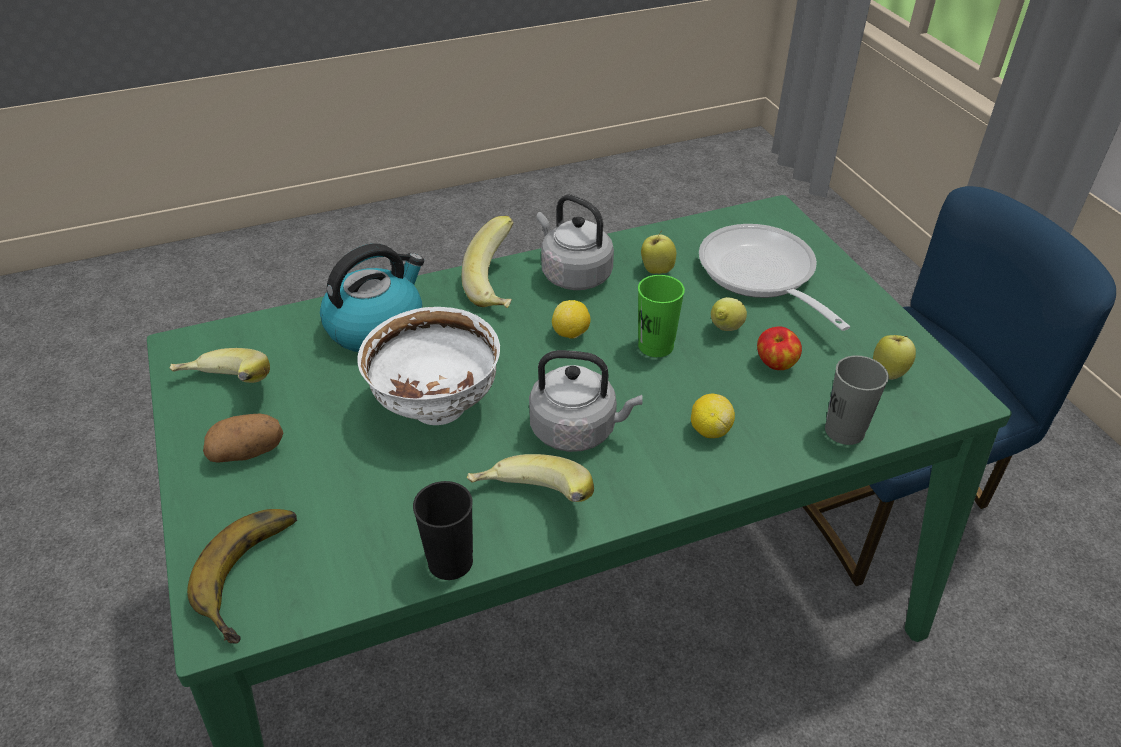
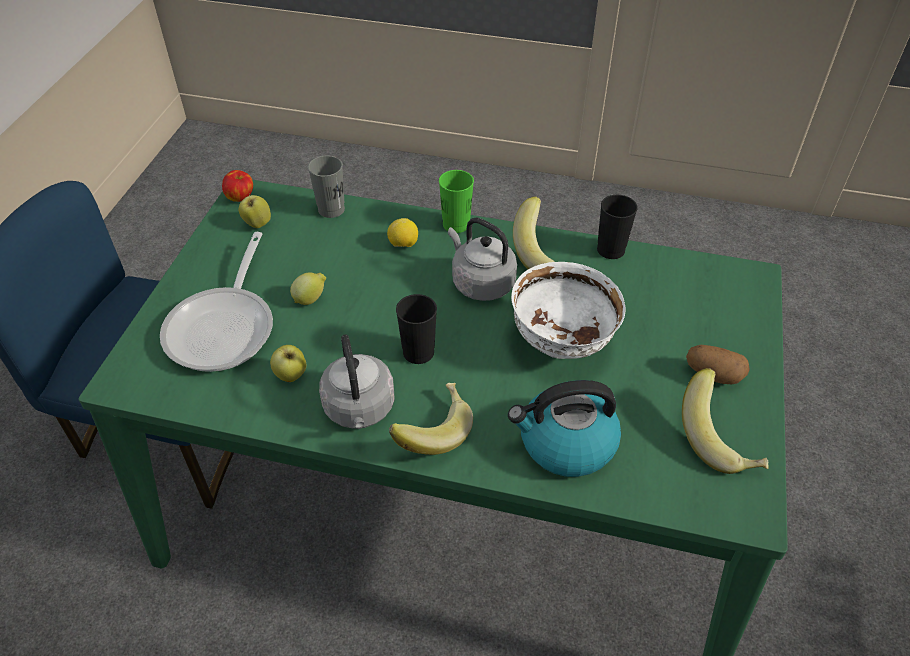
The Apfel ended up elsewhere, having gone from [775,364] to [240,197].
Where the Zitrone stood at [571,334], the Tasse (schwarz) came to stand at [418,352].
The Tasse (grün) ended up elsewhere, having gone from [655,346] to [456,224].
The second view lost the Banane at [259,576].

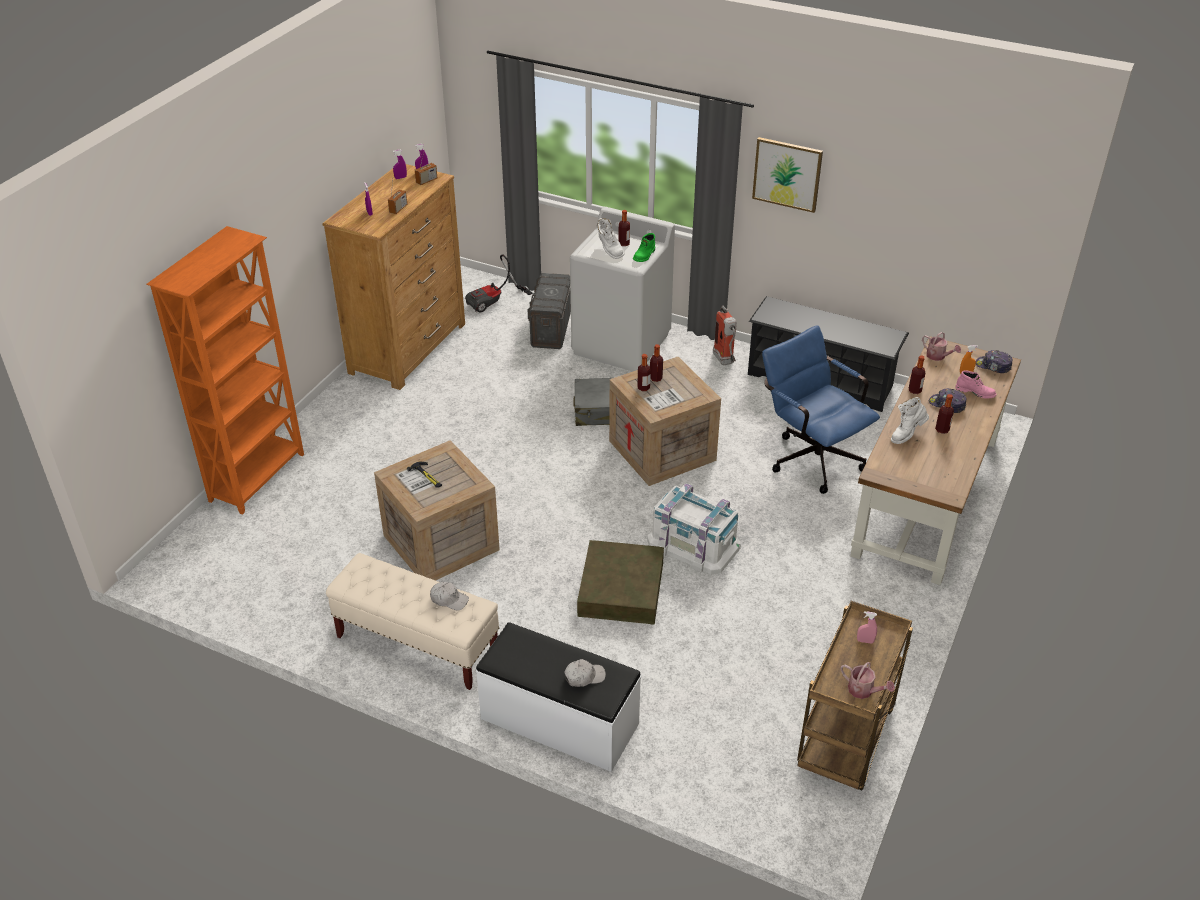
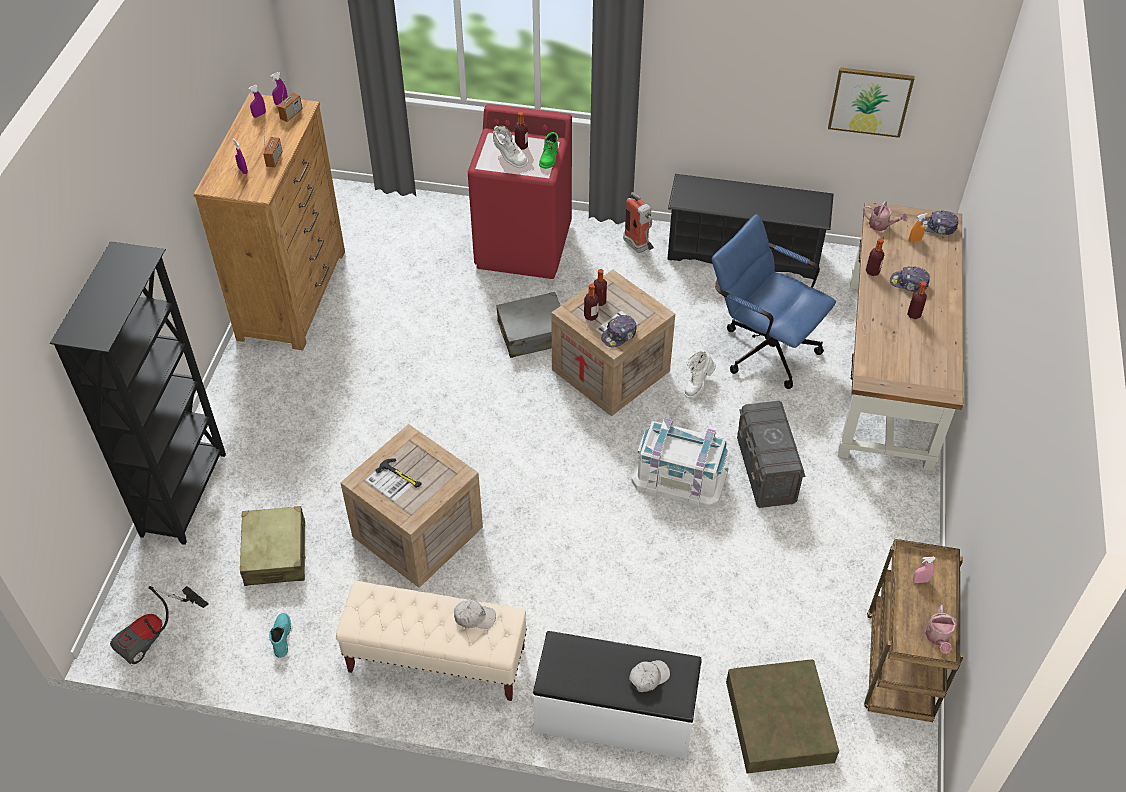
What was the Bücherregal (orange) at [259,477] turned into the Bücherregal (schwarz) at [185,493].
The Staubsauger ended up elsewhere, having gone from [495,302] to [156,635].
The second view gained the Koffer (beige) at [275,553].
The second view gained the Stiefel (türkis) at [281,636].
What was the Waschmaschine (weiß) at [621,344] turned into the Waschmaschine (rot) at [524,246].
The second view gained the Kappe at [619,335].
The Stiefel (weiß) ended up elsewhere, having gone from [907,434] to [697,385].
The Aufbewahrungsbox (braun) ended up elsewhere, having gone from [621,589] to [779,721].
The Aufbewahrungsbox (grau) ended up elsewhere, having gone from [551,329] to [765,471].
The Bild ended up elsewhere, having gone from [787,174] to [870,101].
The Gießkanne at [864,691] ended up facing another way, 75 degrees clockwise from before.
The second view lost the Stiefel (rosa) at [975,392].

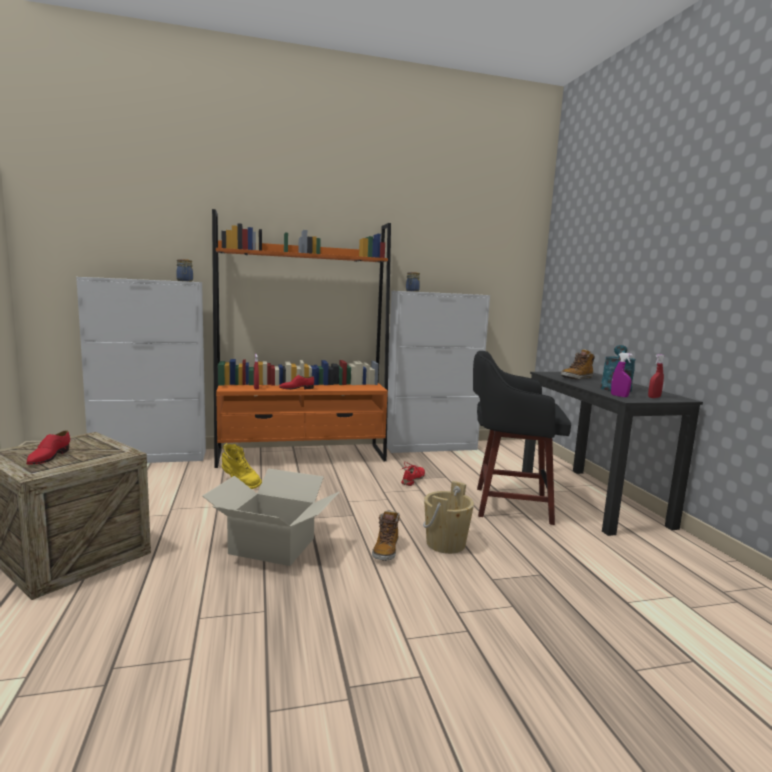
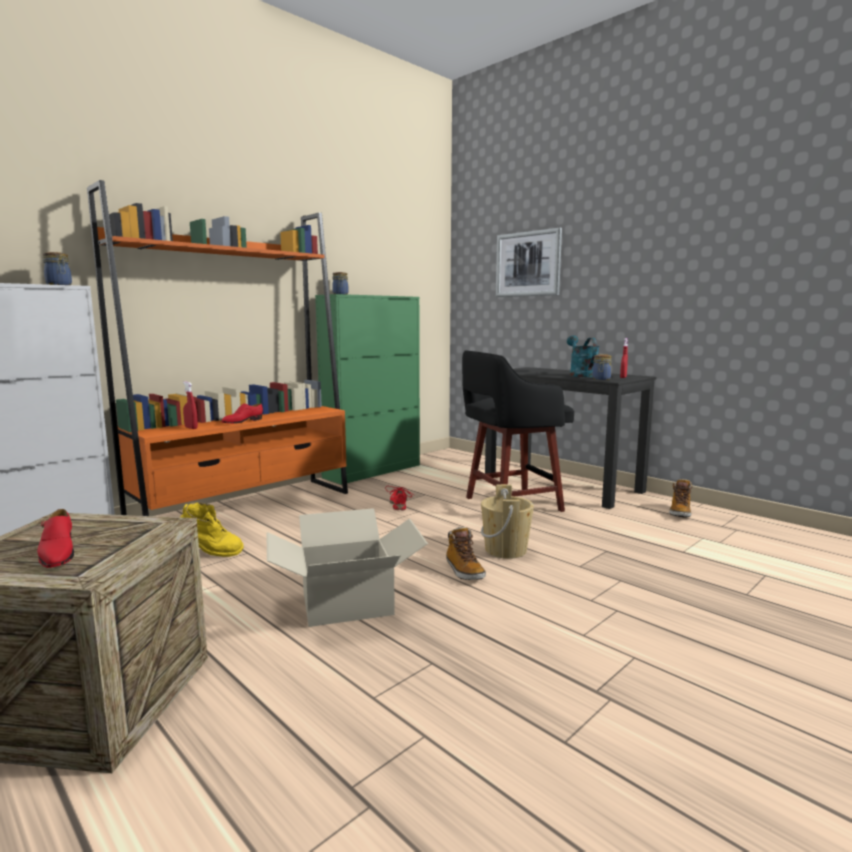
What was the Schrank (weiß) at [431,447] turned into the Schrank (grün) at [373,471].
The second view gained the Bild at [528,264].
Where the Sprühflasche (lila) stood at [619,396], the Vorratsglas came to stand at [601,379].
The Stiefel ended up elsewhere, having gone from [576,378] to [680,512].

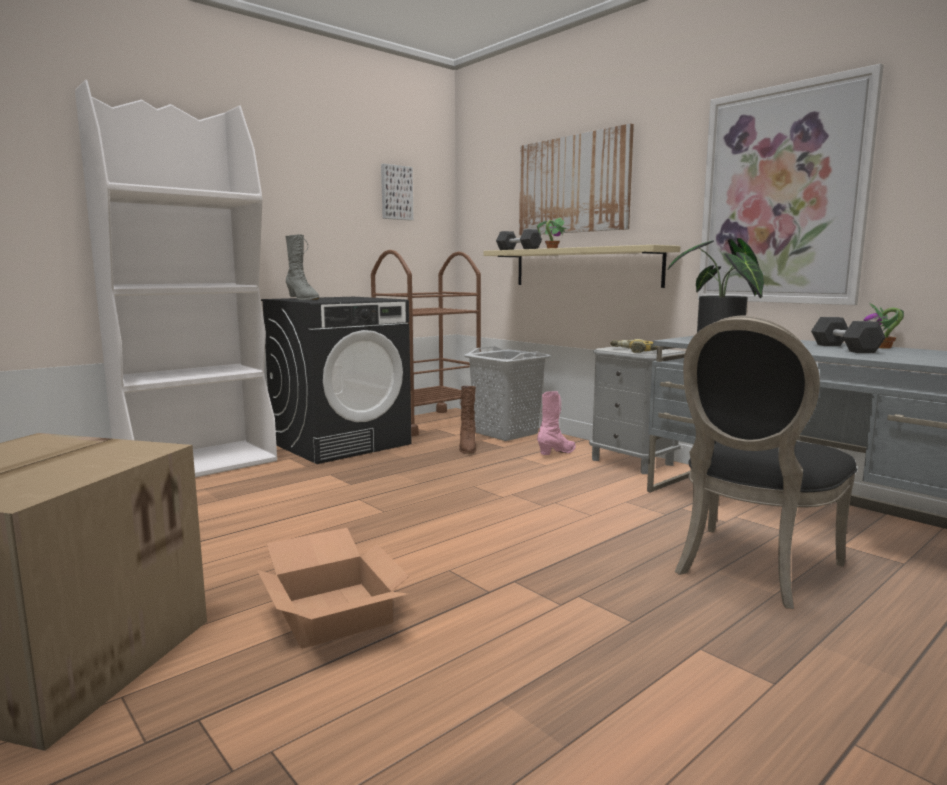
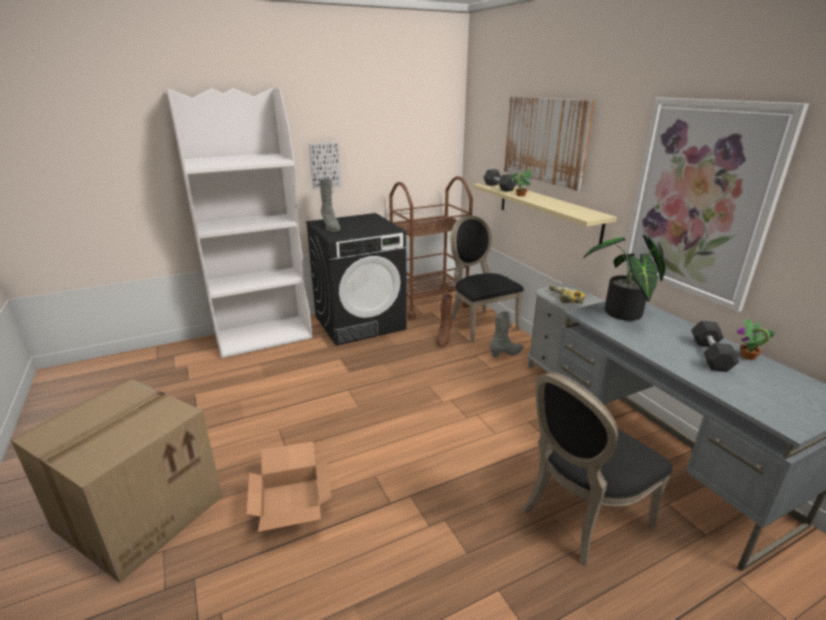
The Bild ended up elsewhere, having gone from [396,193] to [324,165].
Where the Wäschekorb (grau) stood at [506,433], the Stuhl (schwarz) came to stand at [479,323].
What was the Stiefel (rosa) at [557,453] turned into the Stiefel (grau) at [506,354].

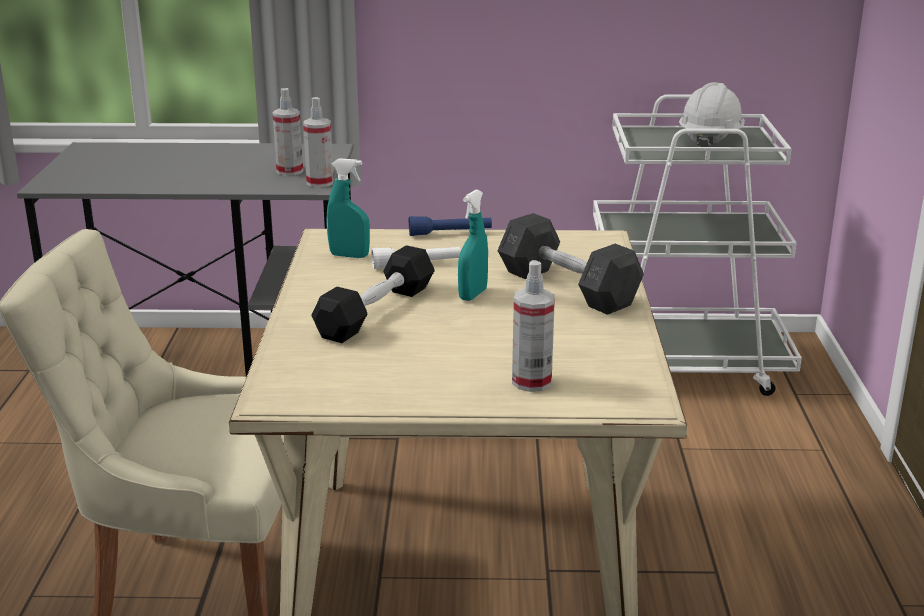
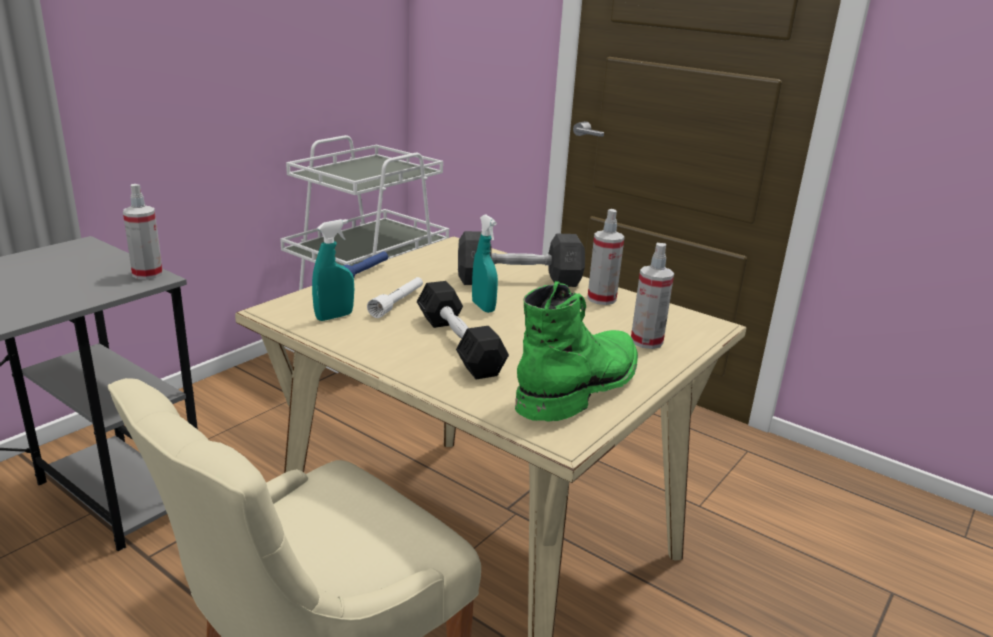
The second view gained the Stiefel (grün) at [581,386].
The Sprühflasche ended up elsewhere, having gone from [289,171] to [601,299].
The second view lost the Schutzhelm (weiß) at [710,139].

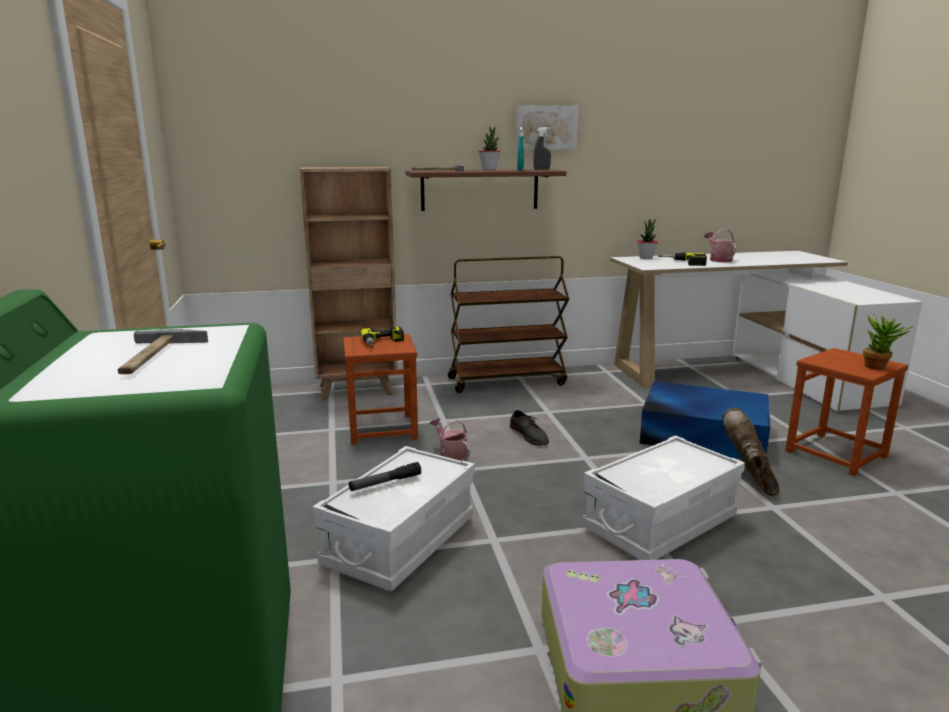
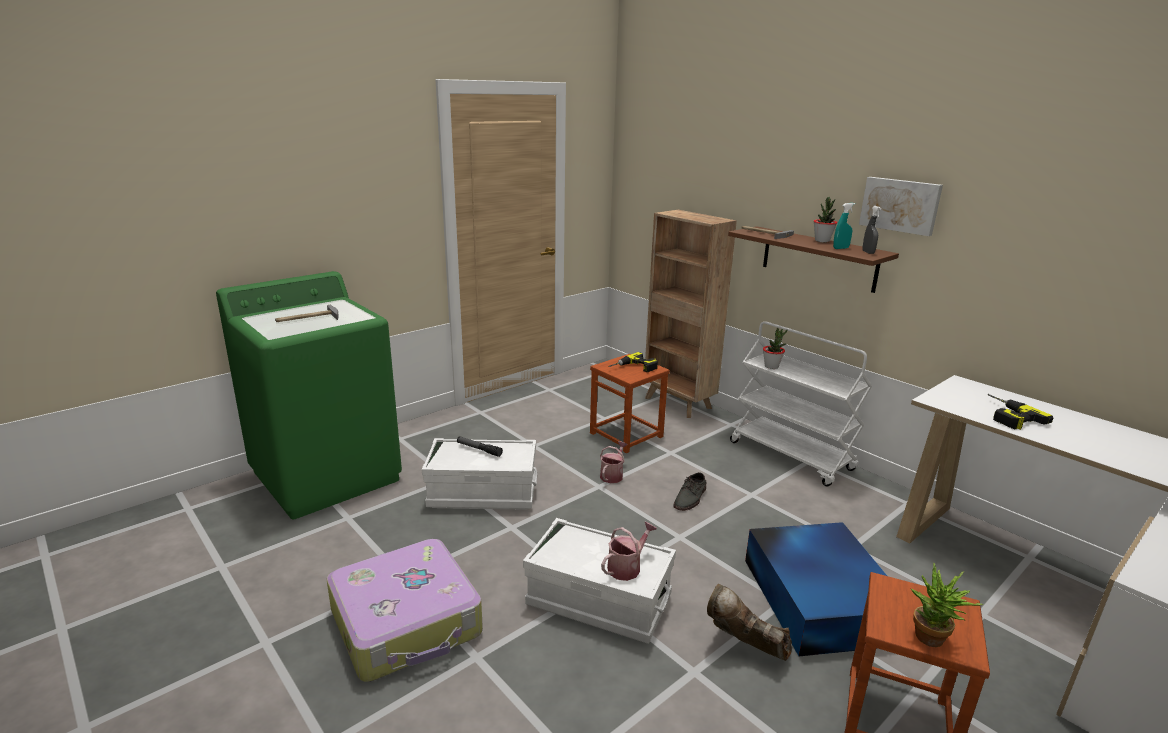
The Gießkanne ended up elsewhere, having gone from [718,260] to [627,567].
The Stiefel (braun) at [749,478] ended up facing another way, 120 degrees counterclockwise from before.
What was the Rollwagen (braun) at [507,381] turned into the Rollwagen (weiß) at [792,456].
The Topfpflanze ended up elsewhere, having gone from [646,258] to [771,366].

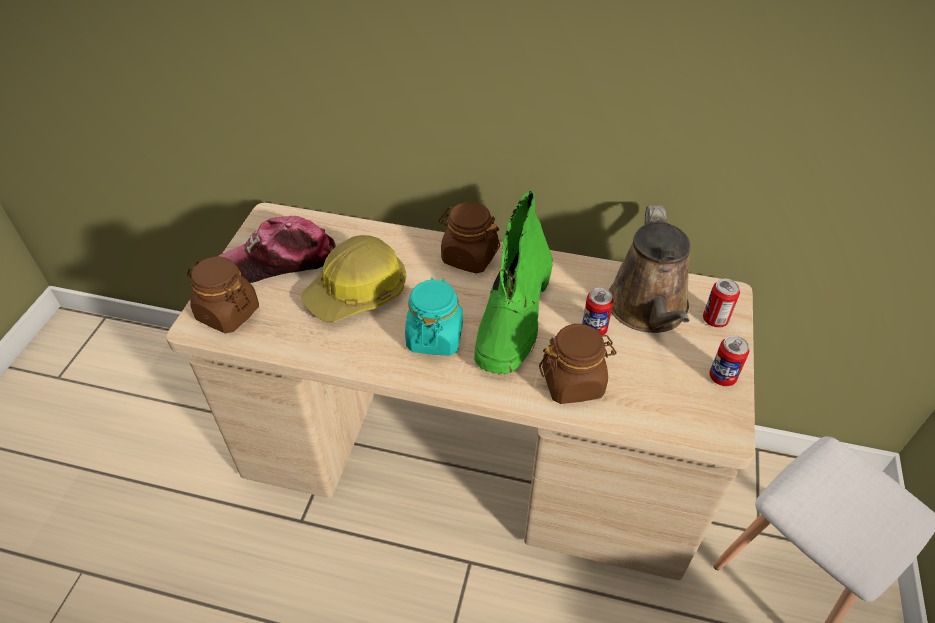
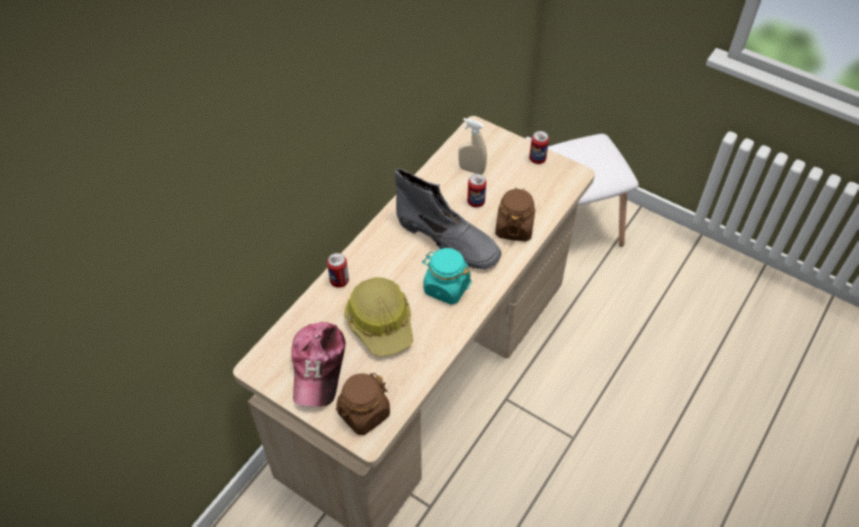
The Dose ended up elsewhere, having gone from [715,320] to [339,281].
What was the Stiefel (grün) at [513,318] turned into the Stiefel (grau) at [448,239].
Where the Gießkanne (braun) stood at [648,310], the Sprühflasche (beige) came to stand at [471,170].
The second view lost the Vorratsglas (braun) at [469,257].

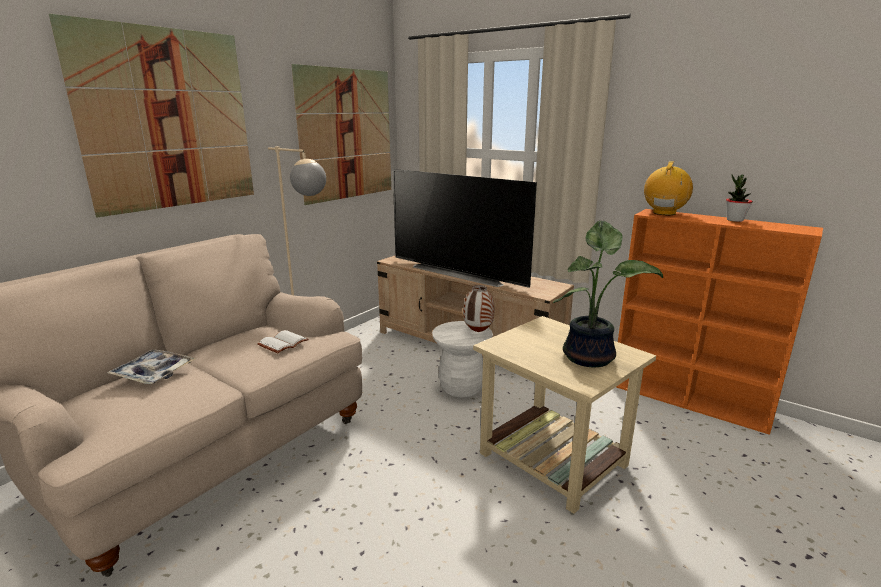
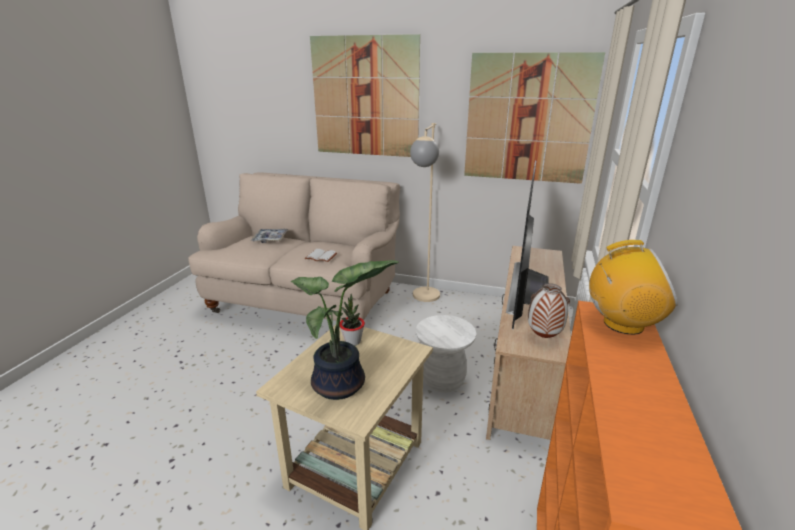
The Topfpflanze ended up elsewhere, having gone from [734,220] to [352,341].
The Vase ended up elsewhere, having gone from [478,332] to [543,337].

